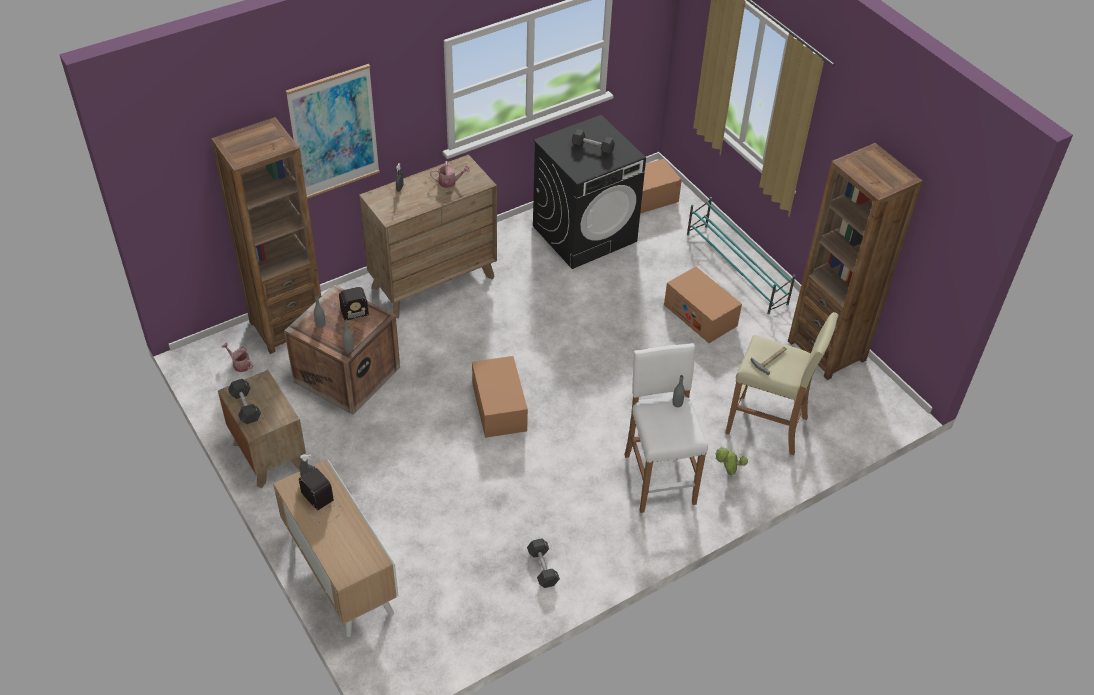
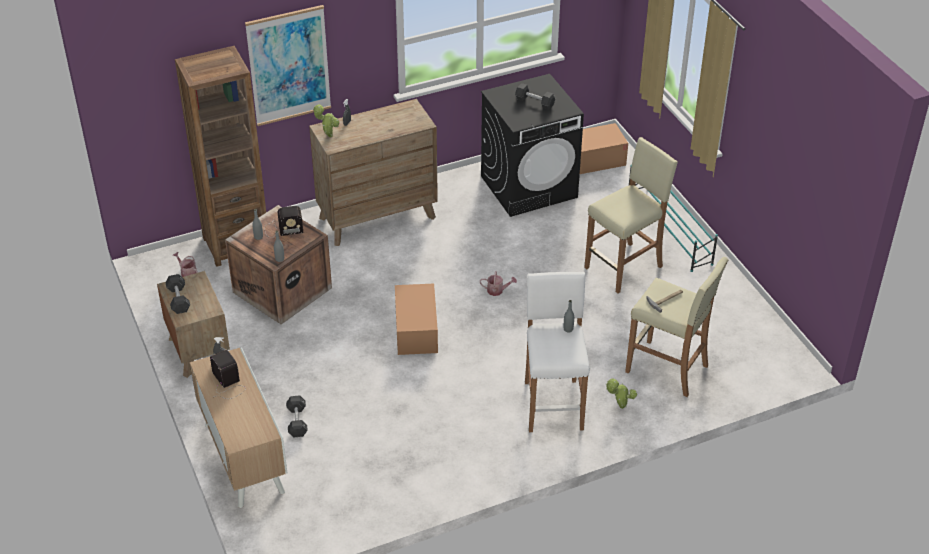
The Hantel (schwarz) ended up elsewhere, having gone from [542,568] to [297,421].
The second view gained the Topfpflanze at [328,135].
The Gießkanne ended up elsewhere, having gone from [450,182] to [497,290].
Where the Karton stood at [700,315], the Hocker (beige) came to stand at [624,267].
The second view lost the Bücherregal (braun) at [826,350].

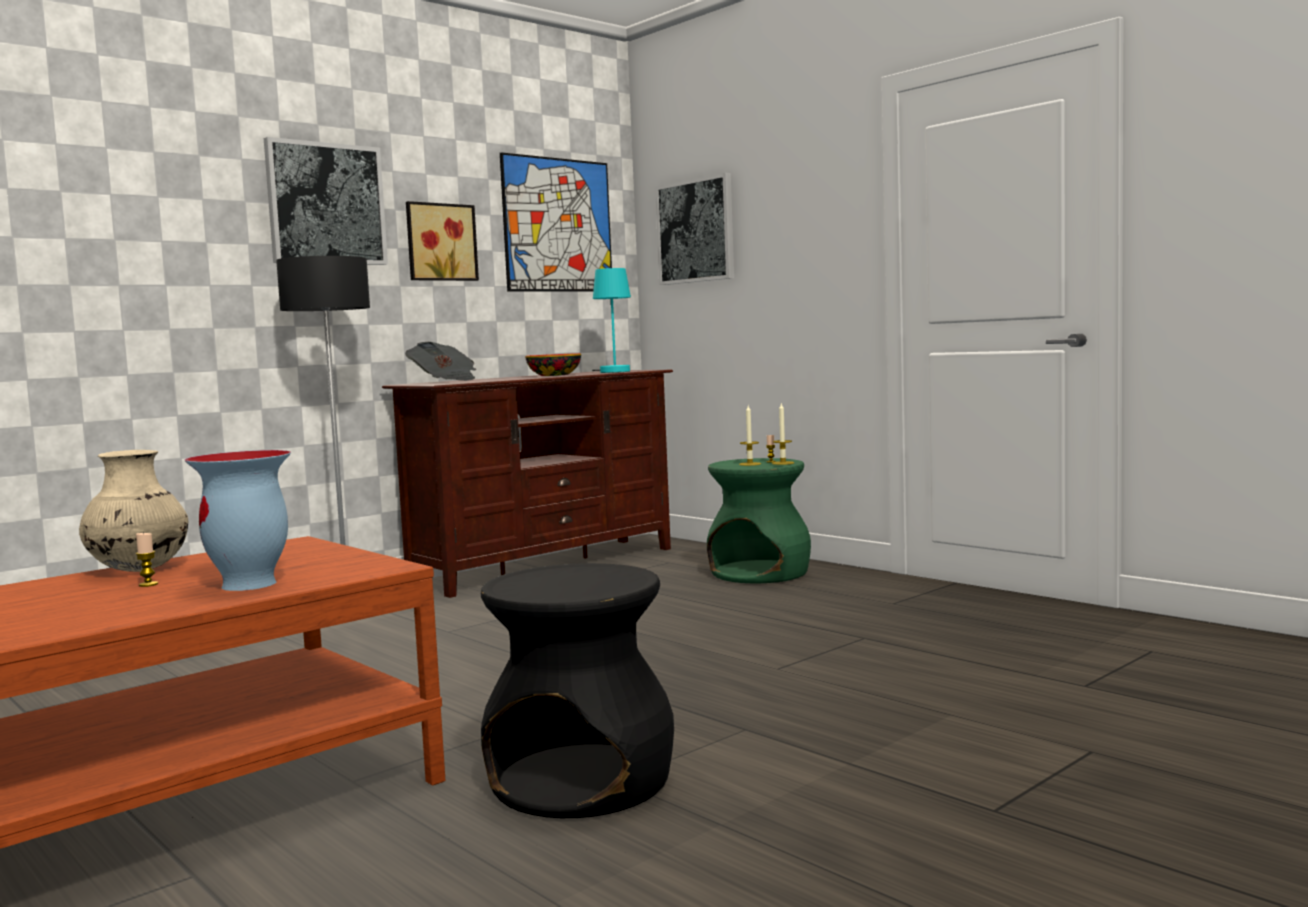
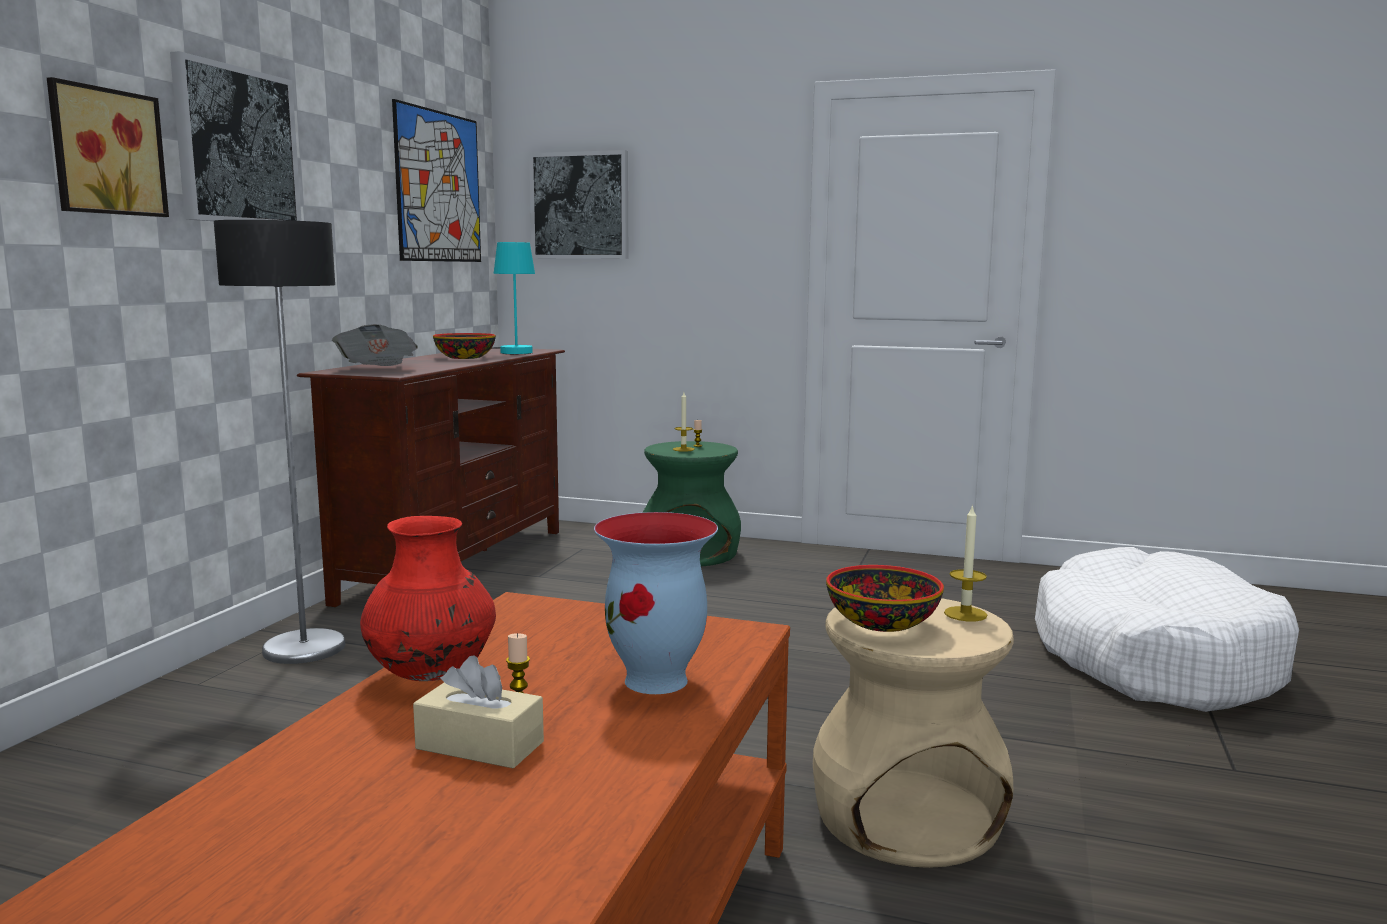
The Bild ended up elsewhere, having gone from [440,242] to [104,152].
What was the Vase (beige) at [138,570] turned into the Vase (rot) at [432,676].
The second view gained the Taschentuchbox (beige) at [480,745].
What was the Hocker (schwarz) at [583,781] turned into the Hocker (beige) at [907,817].
The second view gained the Schüssel at [882,622].
The Kerze ended up elsewhere, having gone from [783,463] to [965,614].
The second view gained the Hundebett (weiß) at [1154,659].

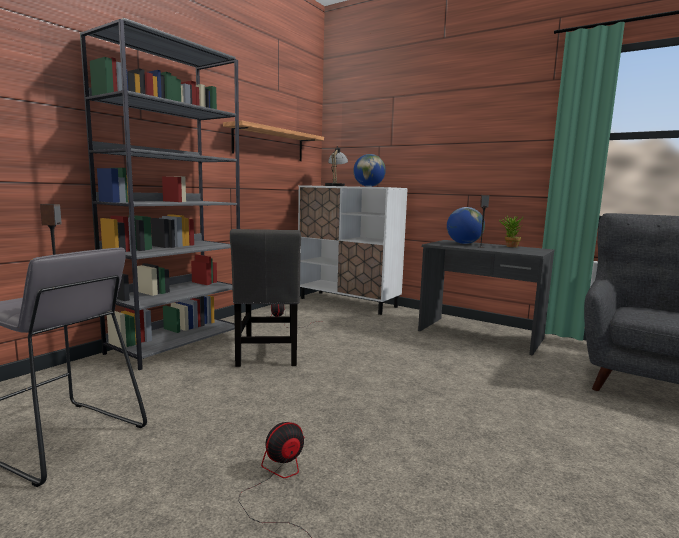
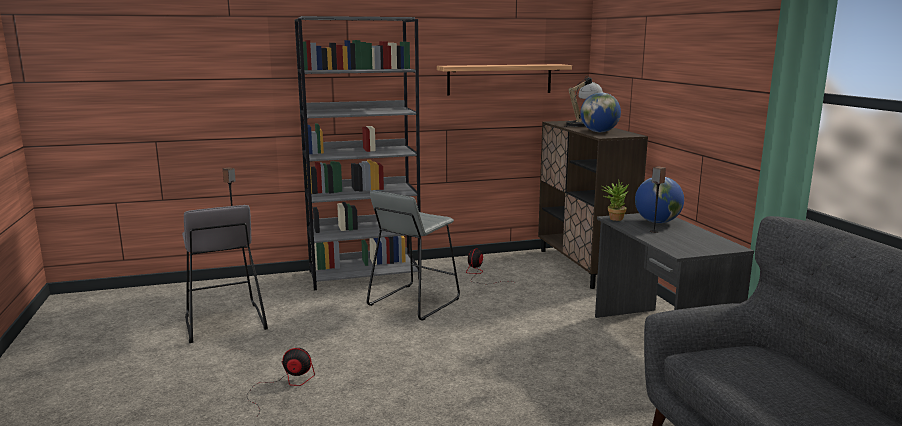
Where the Stuhl (grau) stood at [268,354], the Hocker (grau) came to stand at [413,302].
What was the Schrank (weiß) at [348,302] turned into the Schrank (braun) at [583,266].
The Topfpflanze ended up elsewhere, having gone from [509,246] to [613,218].

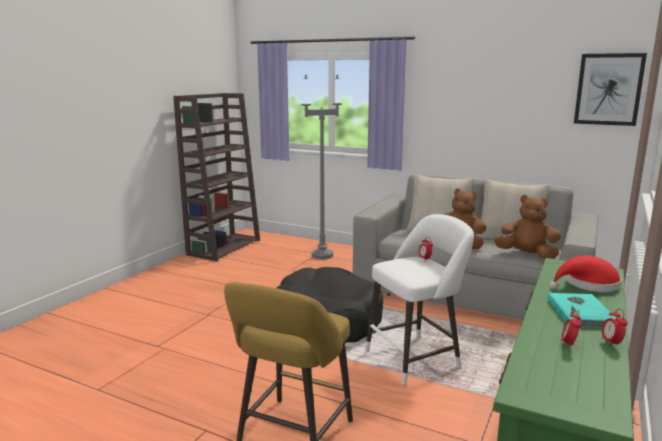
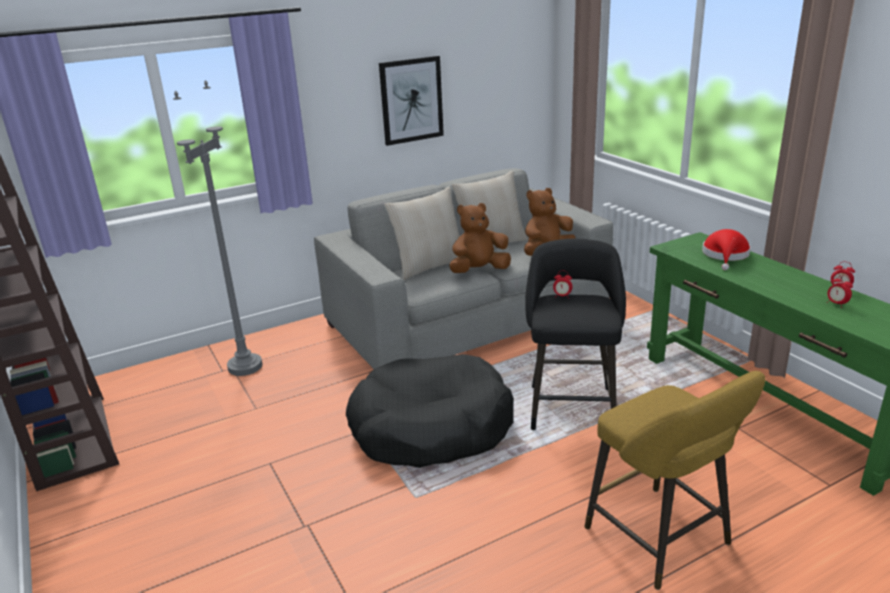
The Bild ended up elsewhere, having gone from [608,89] to [411,100].
What was the Hocker (weiß) at [416,358] turned into the Hocker (schwarz) at [571,405].
The second view lost the Buch (türkis) at [581,313].

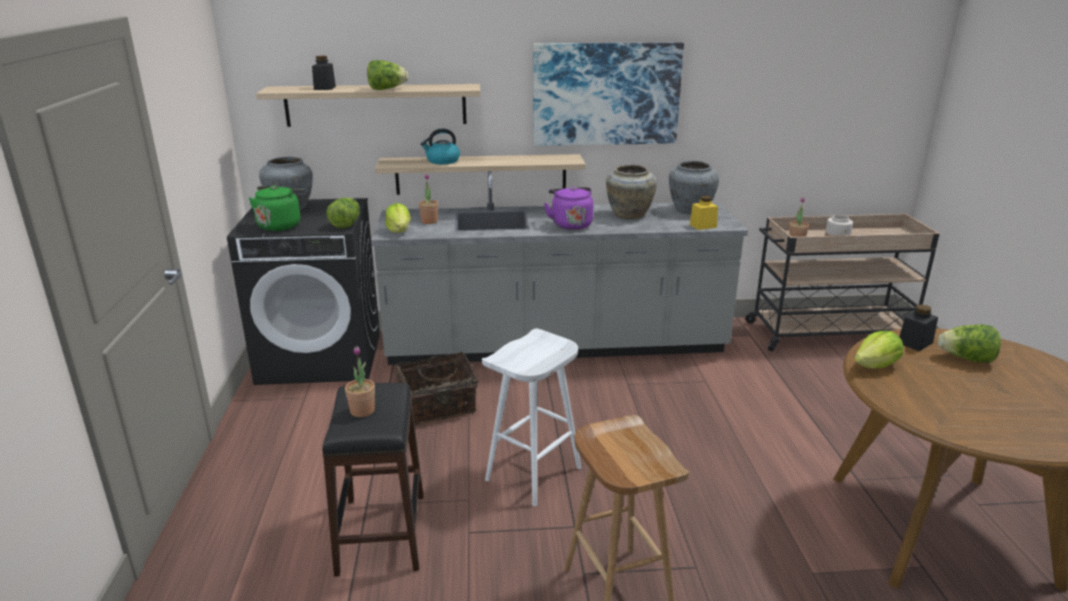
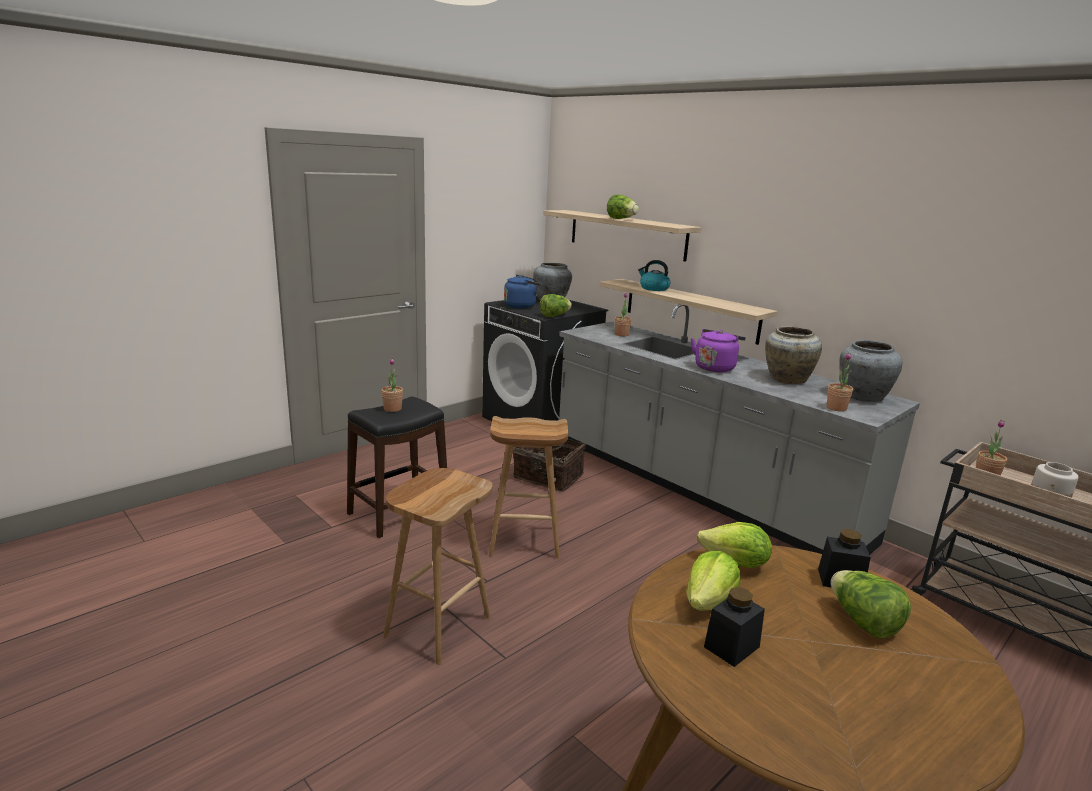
What was the Hocker (weiß) at [533,475] turned into the Hocker (braun) at [523,542].
What was the Wasserkessel (grün) at [280,225] turned into the Wasserkessel (blau) at [521,306].
The Salatkopf ended up elsewhere, having gone from [399,231] to [709,602].
The Vorratsglas (schwarz) ended up elsewhere, having gone from [324,88] to [731,647].
Where the Vorratsglas (gelb) stood at [703,226], the Topfpflanze came to stand at [836,408].
The second view lost the Bild at [606,94].

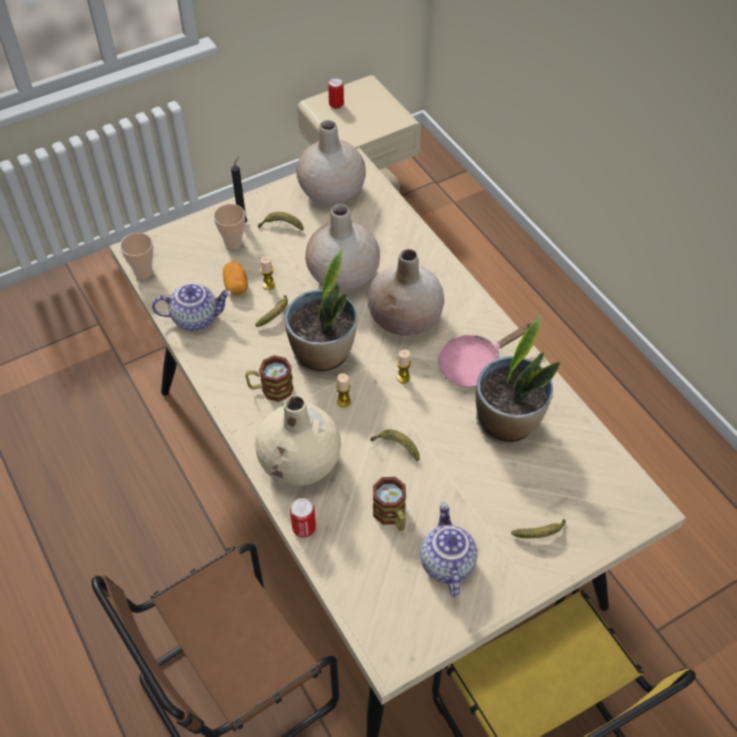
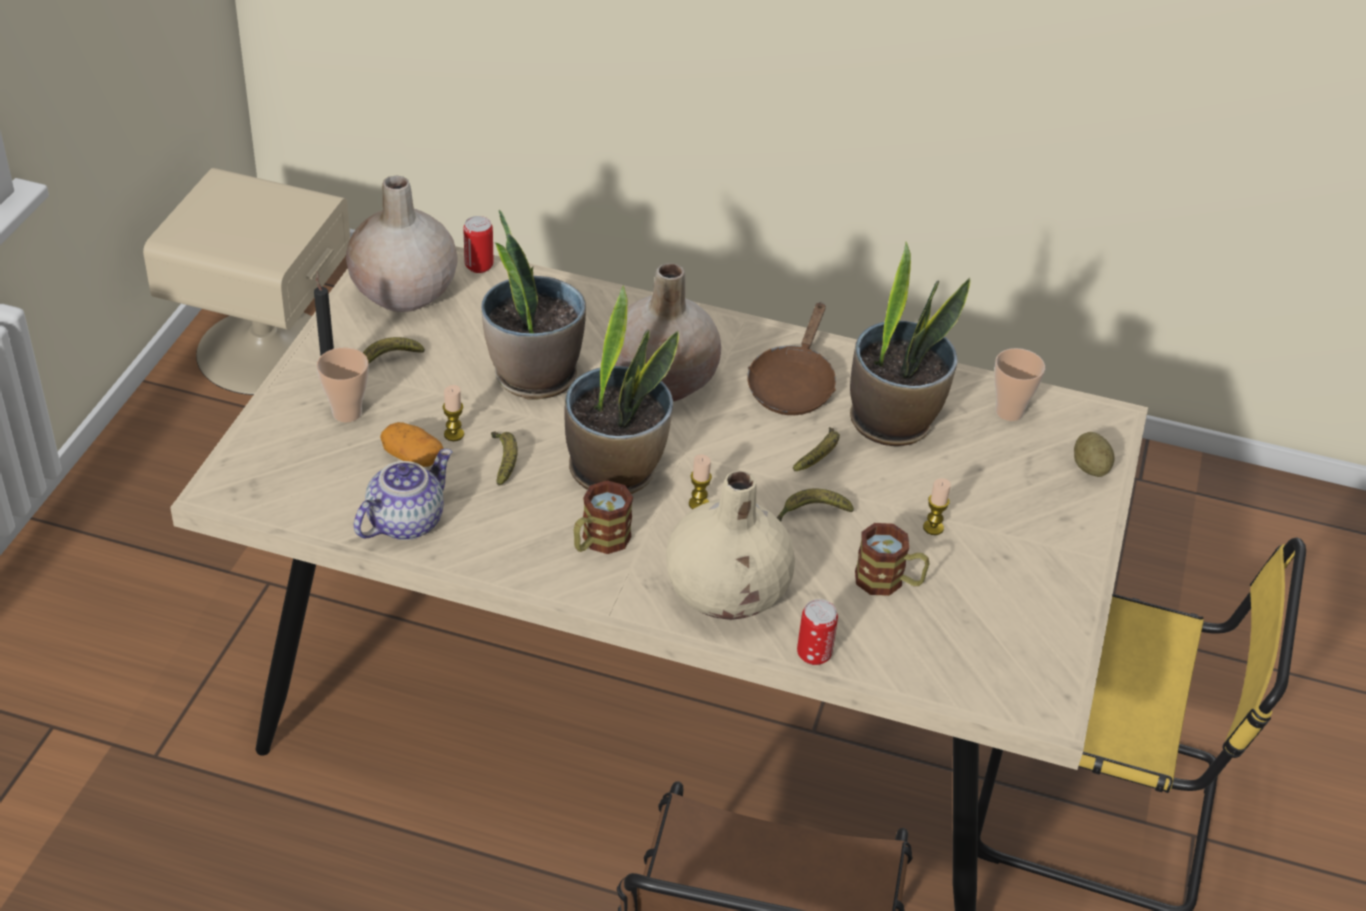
The Dose ended up elsewhere, having gone from [336,105] to [479,266].
Where the Vase (beige) stood at [342,275], the Topfpflanze came to stand at [533,376].
What was the Pfanne (rosa) at [474,364] turned into the Pfanne (braun) at [792,385].
The Banane ended up elsewhere, having gone from [540,534] to [819,456].
The Kerze ended up elsewhere, having gone from [403,377] to [933,528].
The Tasse ended up elsewhere, having gone from [143,272] to [1009,412].
The second view gained the Kartoffel at [1090,468].
The second view lost the Teekanne at [445,563].

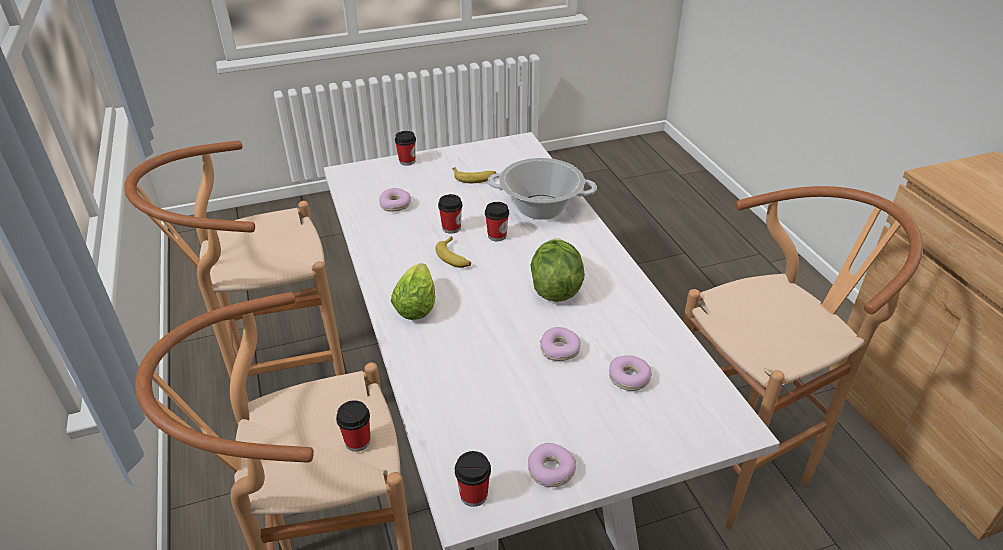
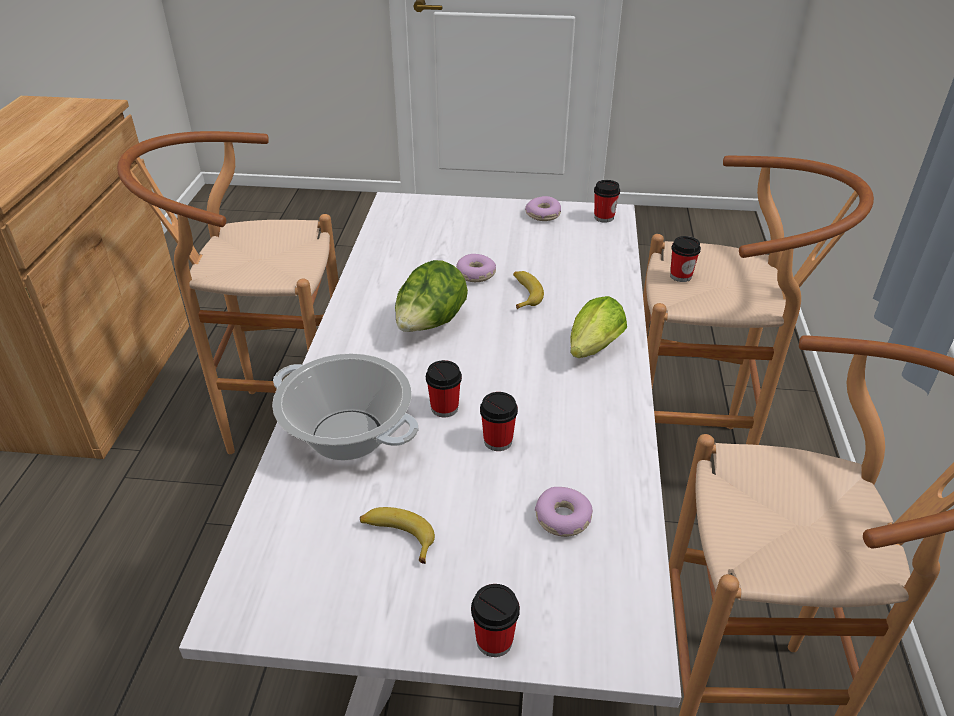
The Banane ended up elsewhere, having gone from [454,257] to [524,294].
The second view lost the Donut at [629,378].

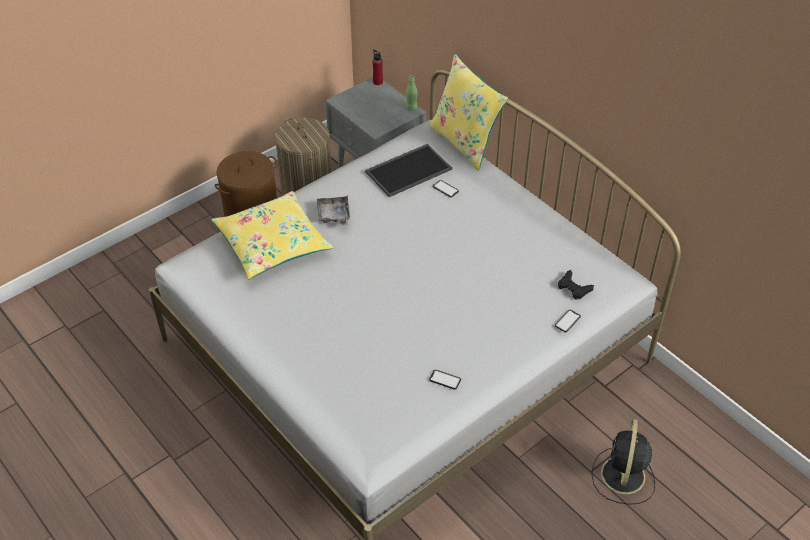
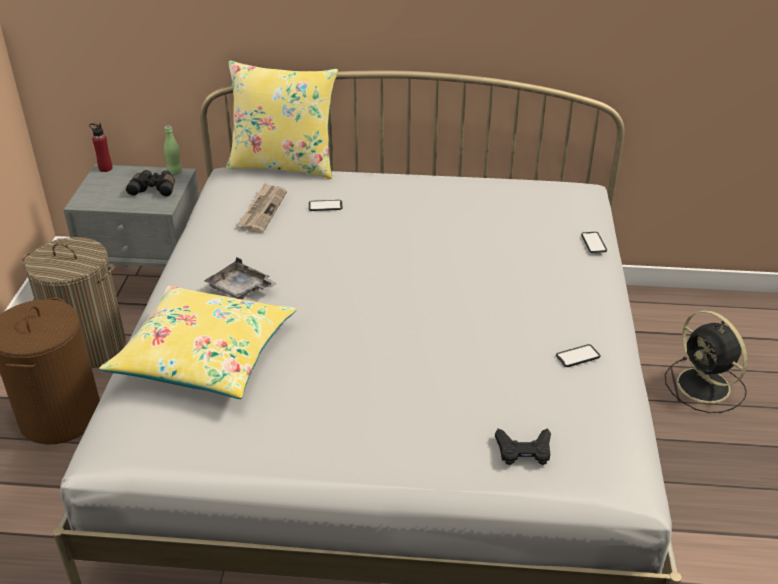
The second view gained the Fernglas (schwarz) at [154,189].
Where the Tablett stood at [408,169], the Zeitung came to stand at [262,210].
The Gamepad (schwarz) ended up elsewhere, having gone from [573,288] to [524,450].

